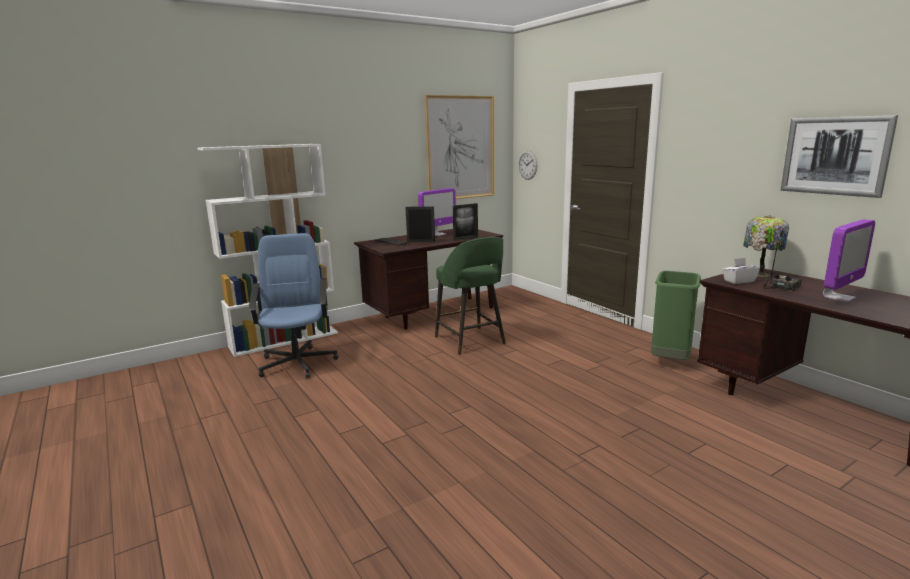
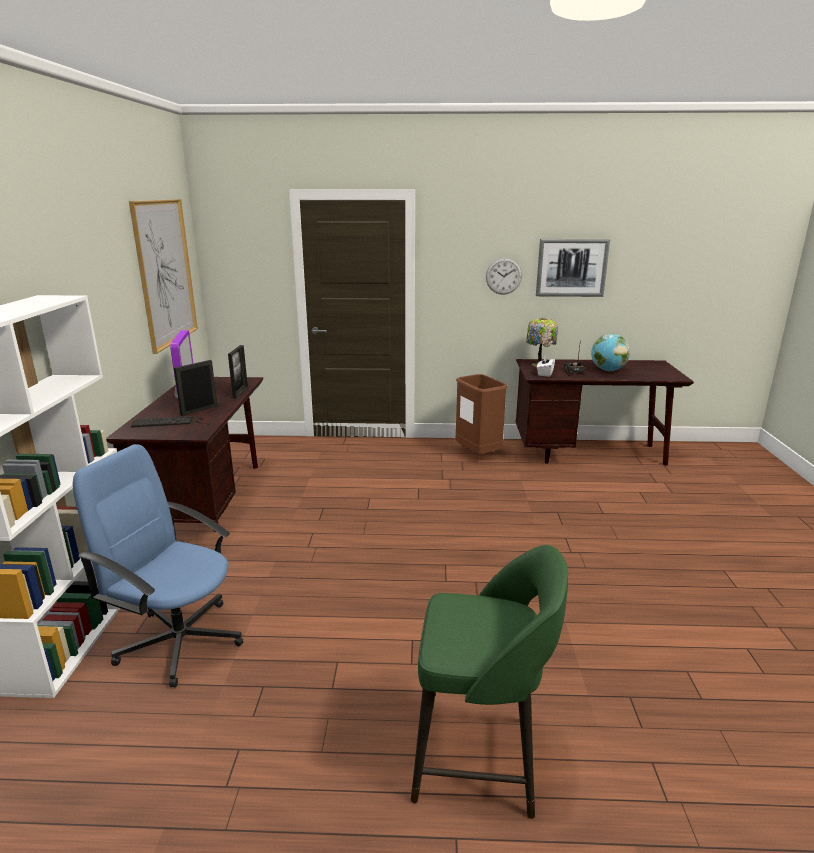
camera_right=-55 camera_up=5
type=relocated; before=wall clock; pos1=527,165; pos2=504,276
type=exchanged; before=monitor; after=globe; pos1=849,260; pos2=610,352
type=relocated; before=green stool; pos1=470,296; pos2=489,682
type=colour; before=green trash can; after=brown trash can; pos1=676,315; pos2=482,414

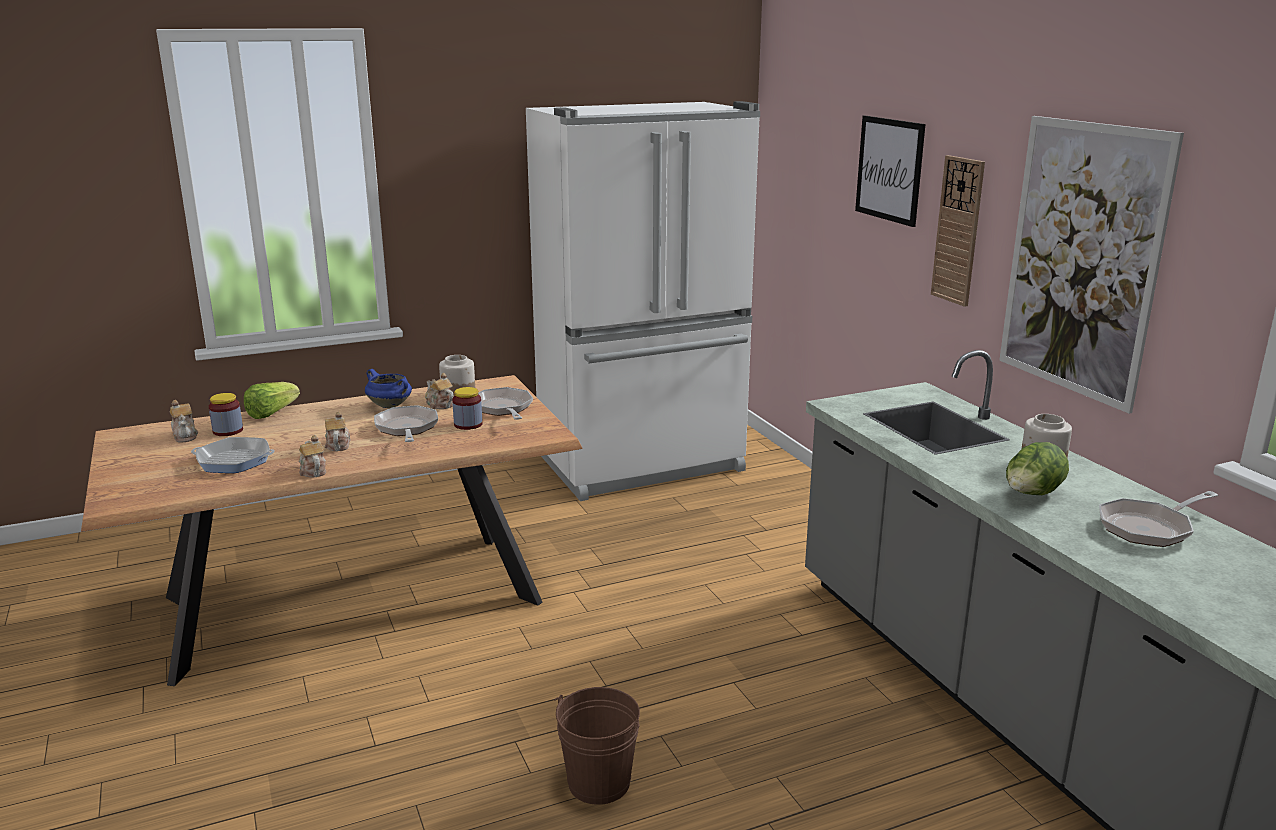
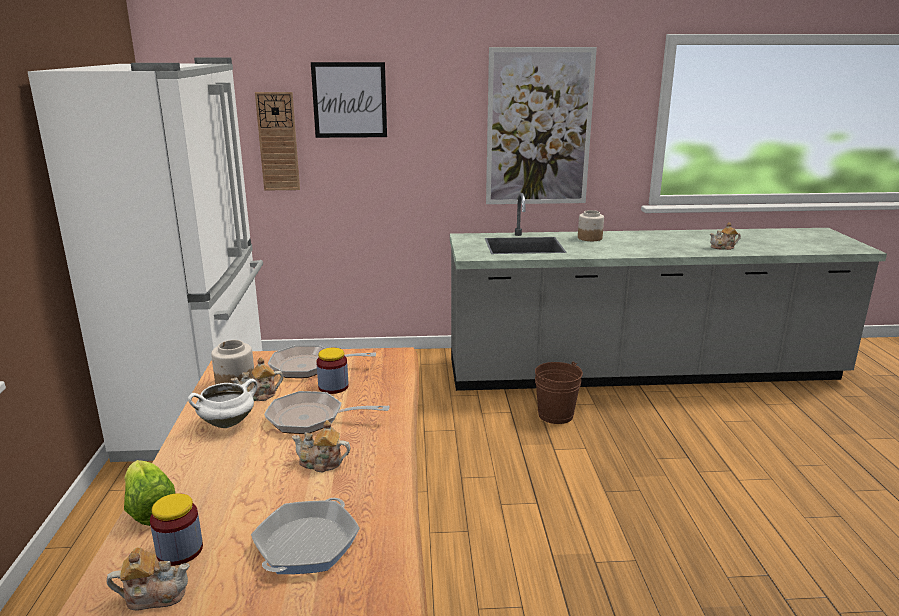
camera_right=-70 camera_up=0
type=relocated; before=wall clock; pos1=958,231; pos2=277,141
type=colour; before=blue cooking pot; after=white cooking pot; pos1=388,388; pos2=223,403
type=relocated; before=teapot; pos1=312,456; pos2=725,236
type=missing; before=lettuce; pos1=1037,468
type=missing; before=frying pan; pos1=1158,519
type=relocated; before=brown bucket; pos1=597,746; pos2=559,393

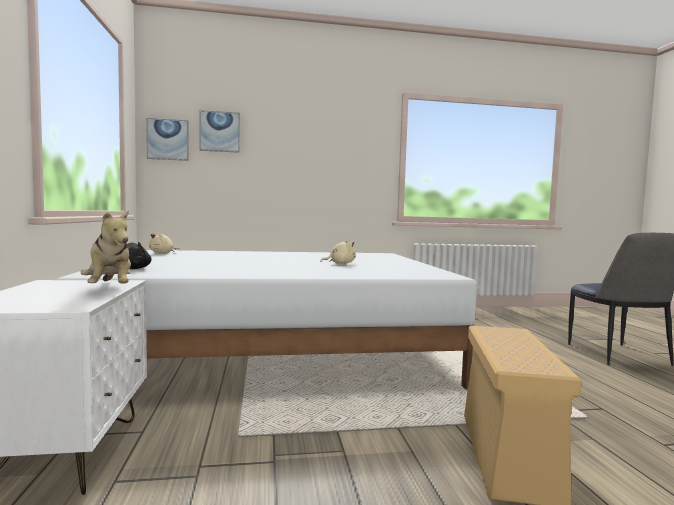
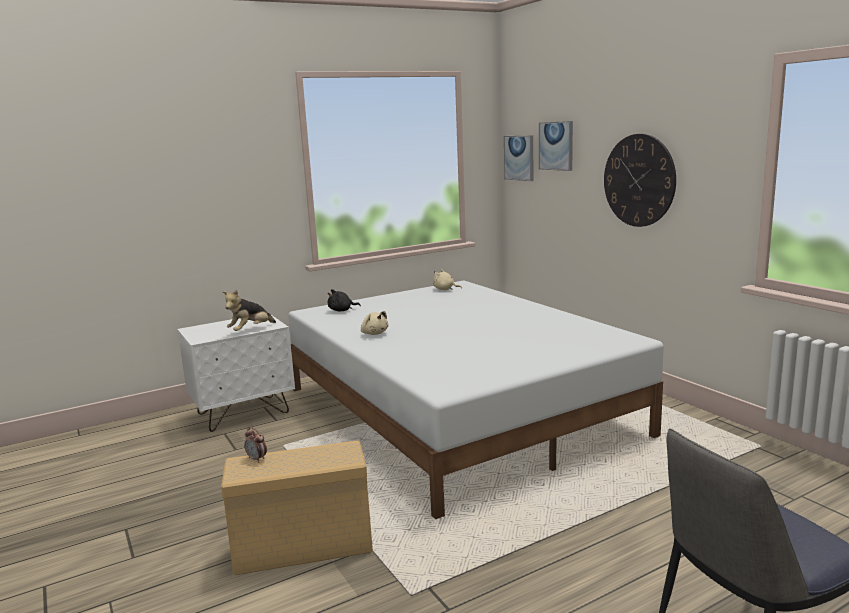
camera_right=70 camera_up=10
type=relocated; before=beige plush toy; pos1=338,252; pos2=374,323
type=appeared; after=wall clock; pos2=640,180
type=appeared; after=alarm clock; pos2=255,445

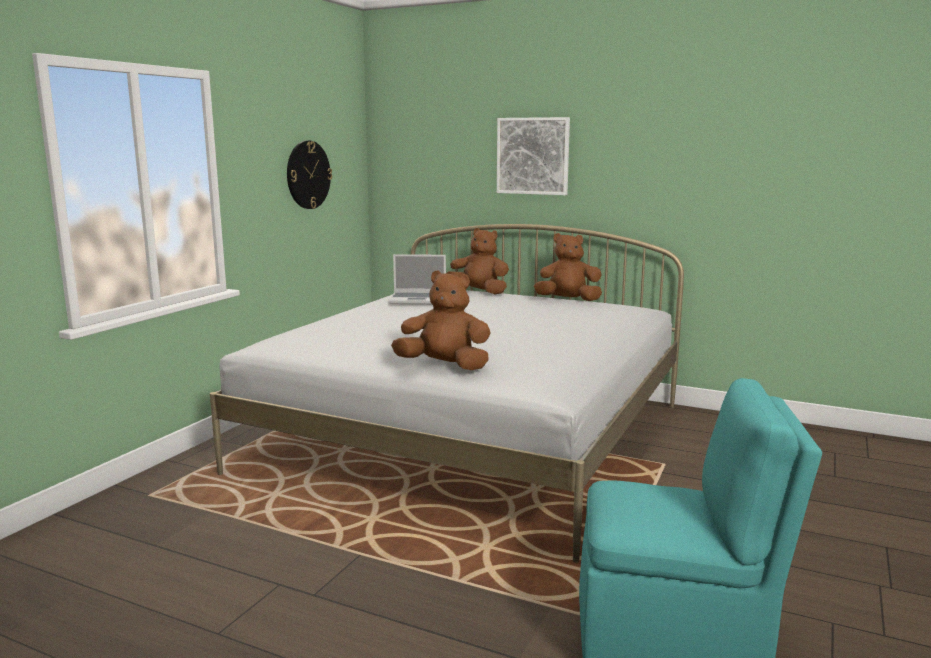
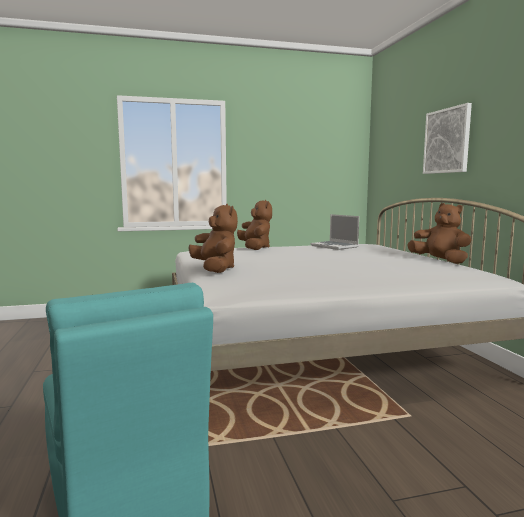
camera_right=50 camera_up=-5
type=missing; before=wall clock; pos1=309,175
type=relocated; before=brown plush toy; pos1=477,261; pos2=254,225

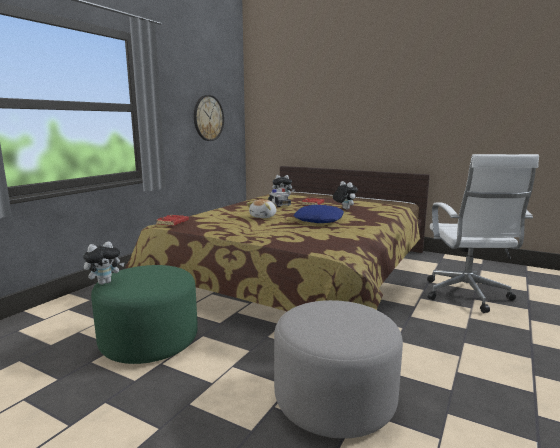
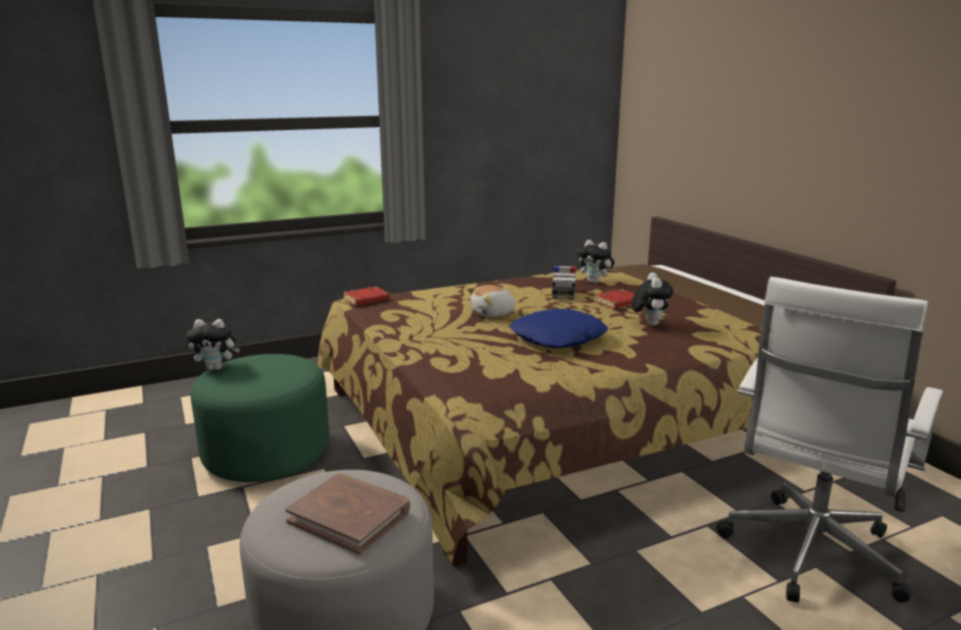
camera_right=35 camera_up=5
type=missing; before=wall clock; pos1=209,118
type=appeared; after=brown book; pos2=347,513

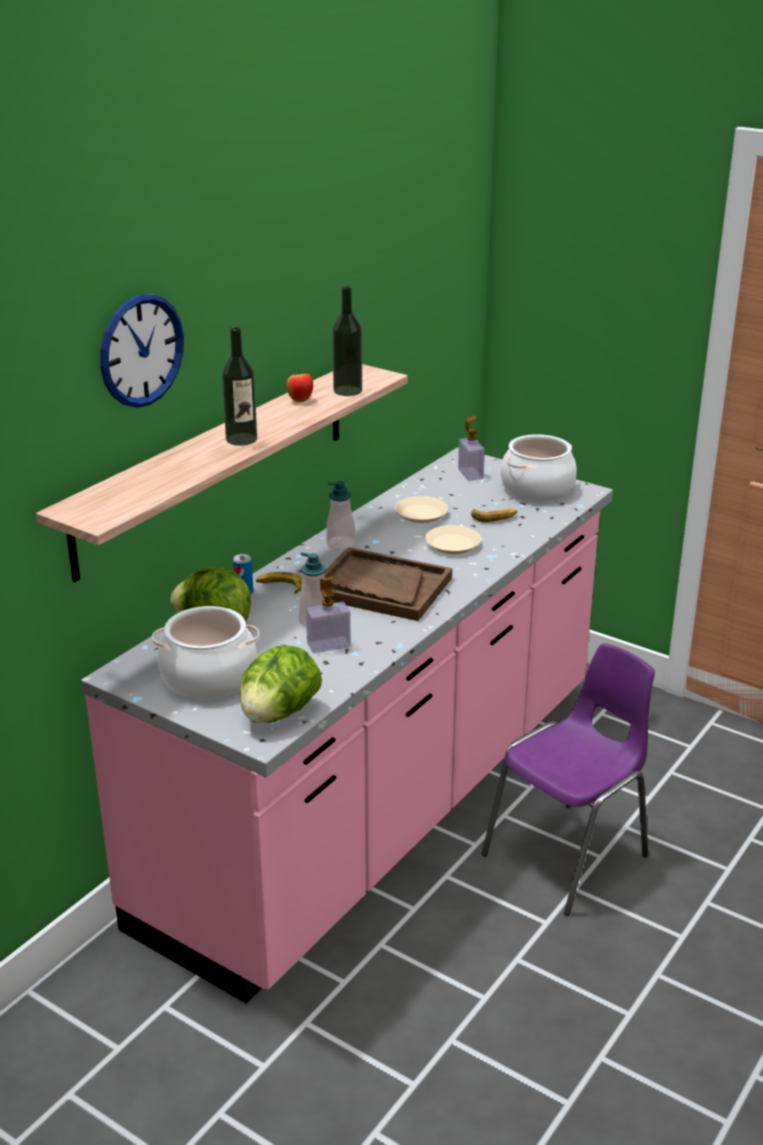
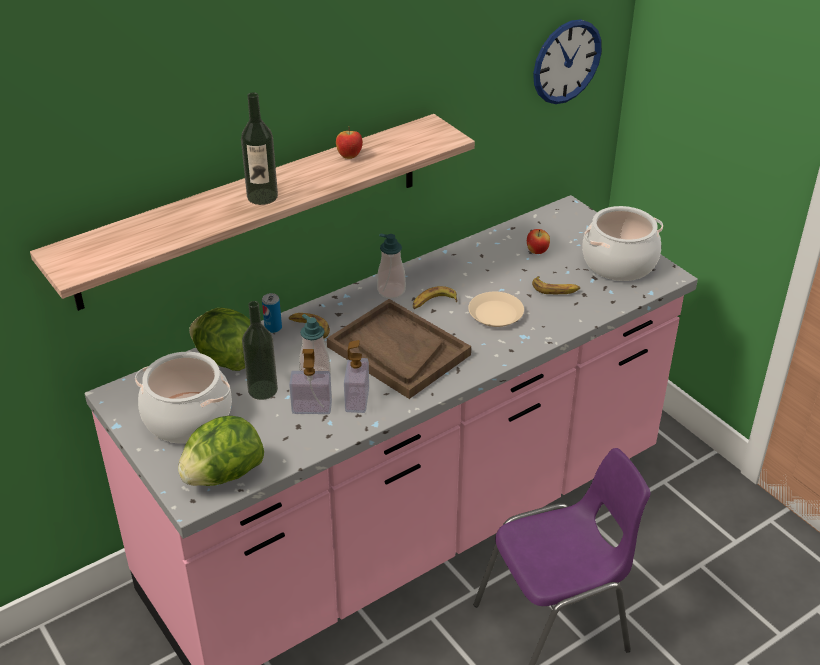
camera_right=20 camera_up=10
type=relocated; before=bottle; pos1=347,341; pos2=260,350
type=relocated; before=wall clock; pos1=142,350; pos2=567,61
type=relocated; before=soap dispenser; pos1=471,448; pos2=356,376
type=missing; before=beige plate; pos1=421,509
type=appeared; after=apple; pos2=538,241
type=appeared; after=banana; pos2=435,297

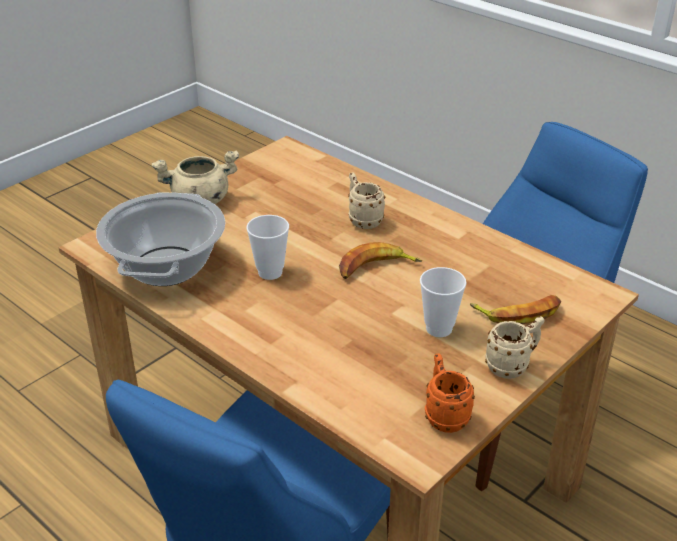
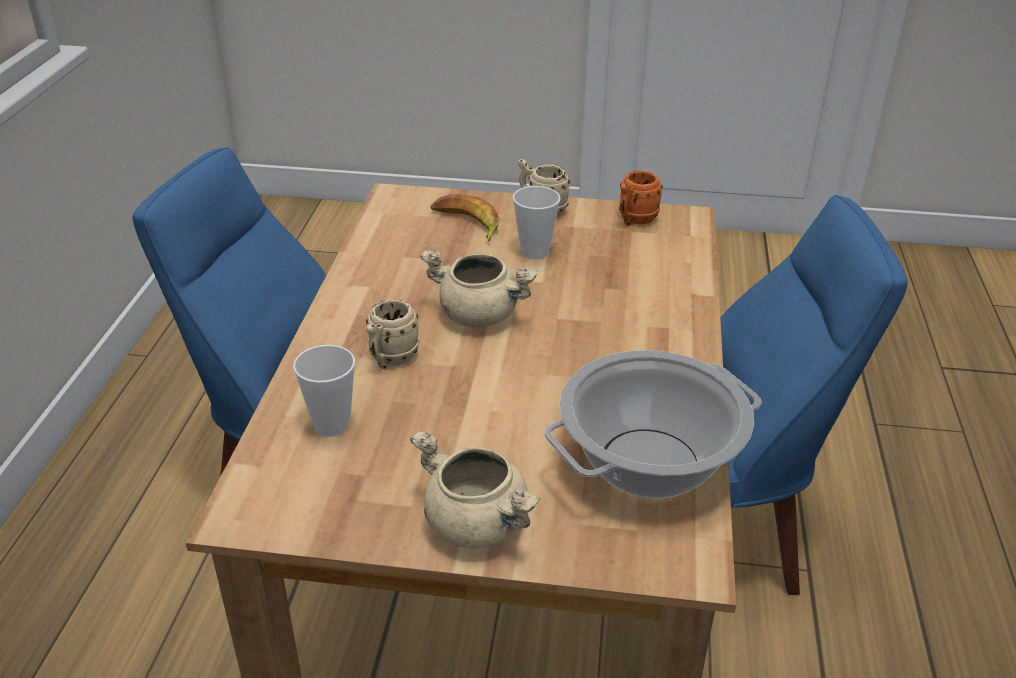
camera_right=-125 camera_up=0
type=relocated; before=cup; pos1=267,247; pos2=324,391
type=exchanged; before=banana; after=beige cooking pot; pos1=380,260; pos2=479,288

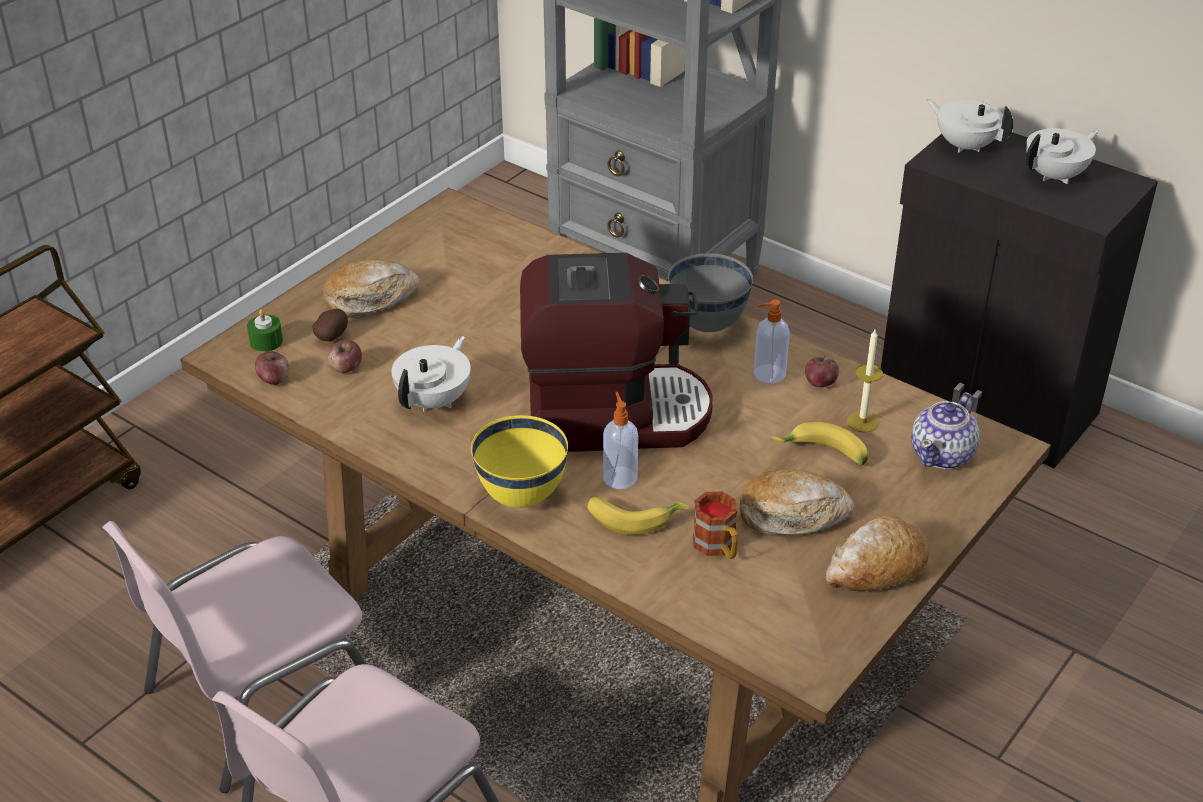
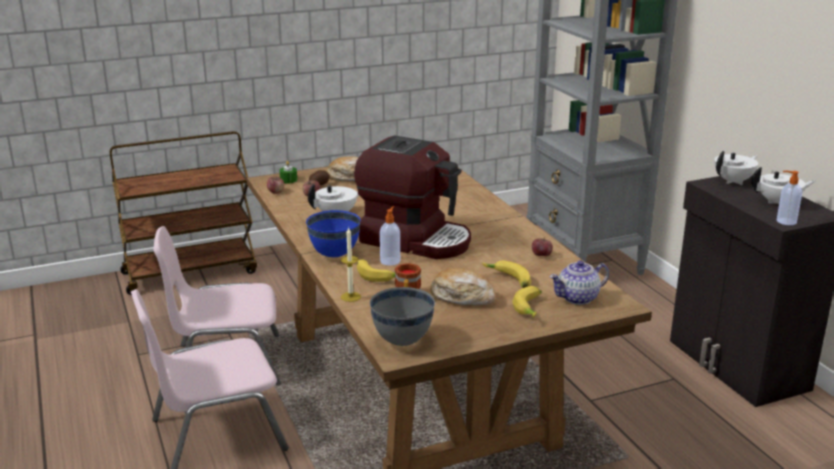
camera_right=30 camera_up=-15
type=spun; before=white teapot; pos1=970,126; pos2=736,168; turn=75
type=relocated; before=grey bowl; pos1=710,292; pos2=402,316
type=relocated; before=soap dispenser; pos1=772,341; pos2=789,198
type=relocated; before=candle; pos1=865,381; pos2=351,264
type=colour; before=yellow bowl; after=blue bowl; pos1=519,461; pos2=333,233
type=missing; before=bread; pos1=878,553
type=appeared; after=banana; pos2=527,302

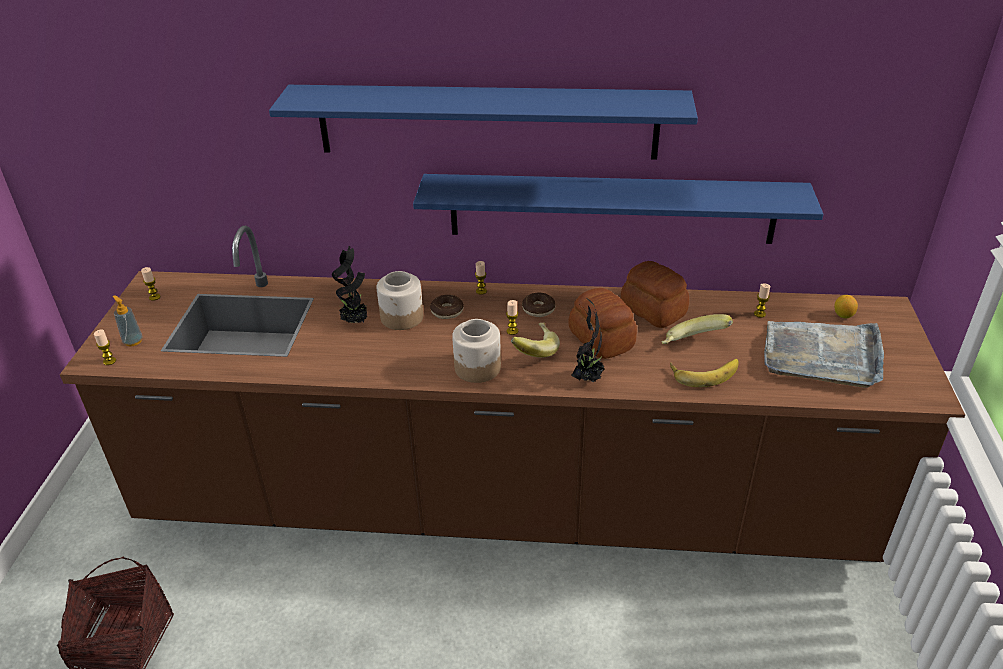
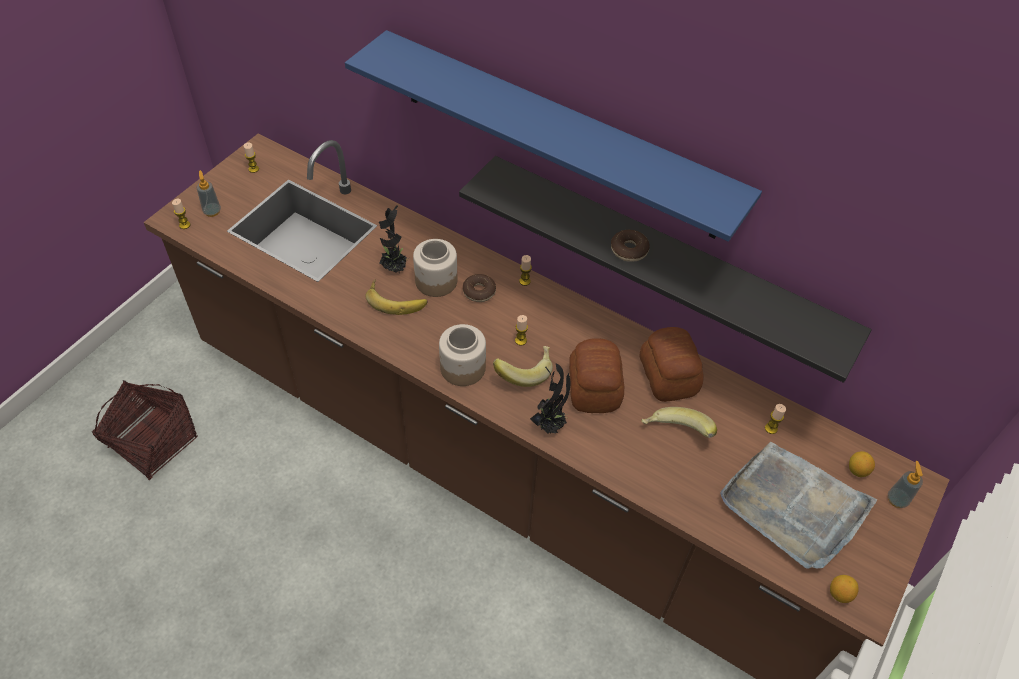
camera_right=25 camera_up=15
type=colour; before=blue shelf; after=black shelf; pos1=618,209; pos2=665,269
type=relocated; before=donut; pos1=538,305; pos2=630,246
type=relocated; before=banana; pos1=704,373; pos2=396,297
type=appeared; after=soap dispenser; pos2=905,484
type=appeared; after=lemon; pos2=844,589

